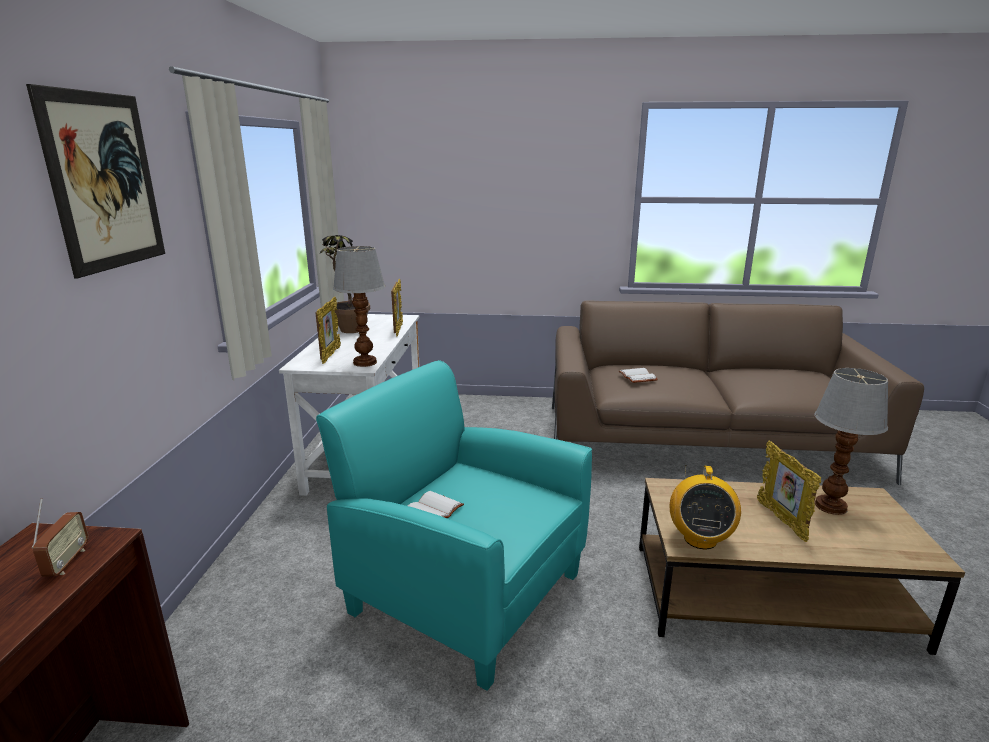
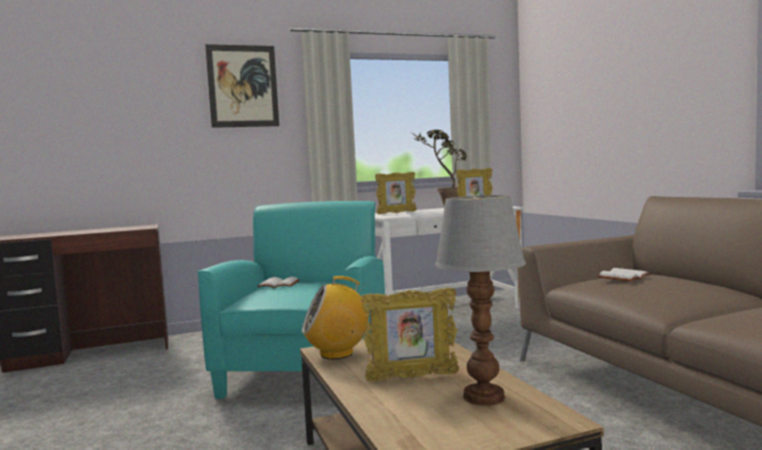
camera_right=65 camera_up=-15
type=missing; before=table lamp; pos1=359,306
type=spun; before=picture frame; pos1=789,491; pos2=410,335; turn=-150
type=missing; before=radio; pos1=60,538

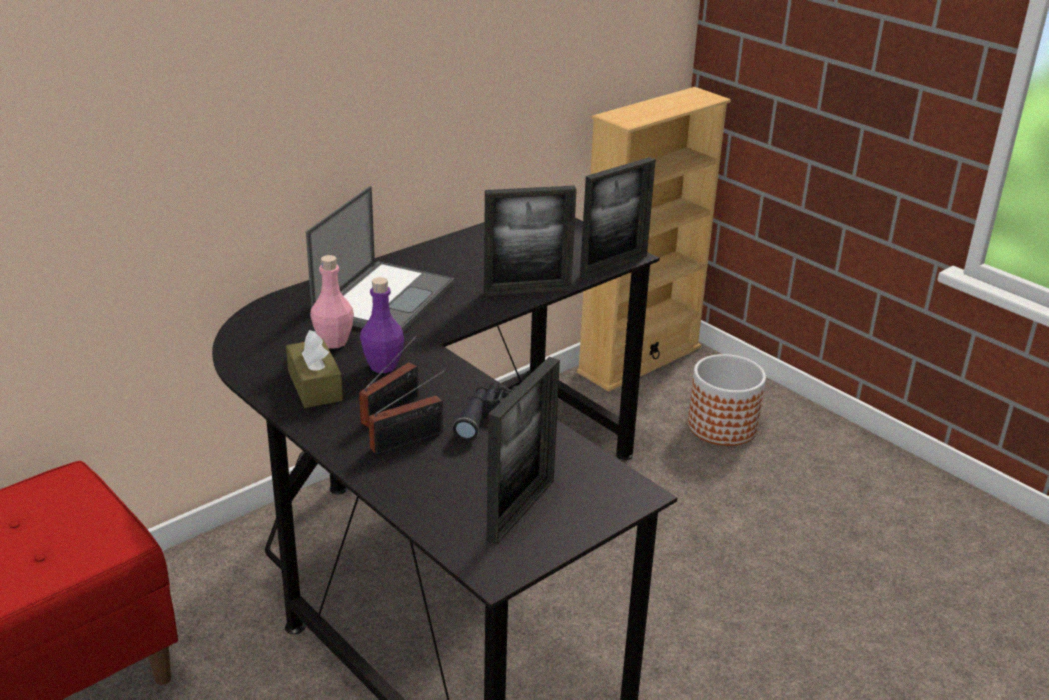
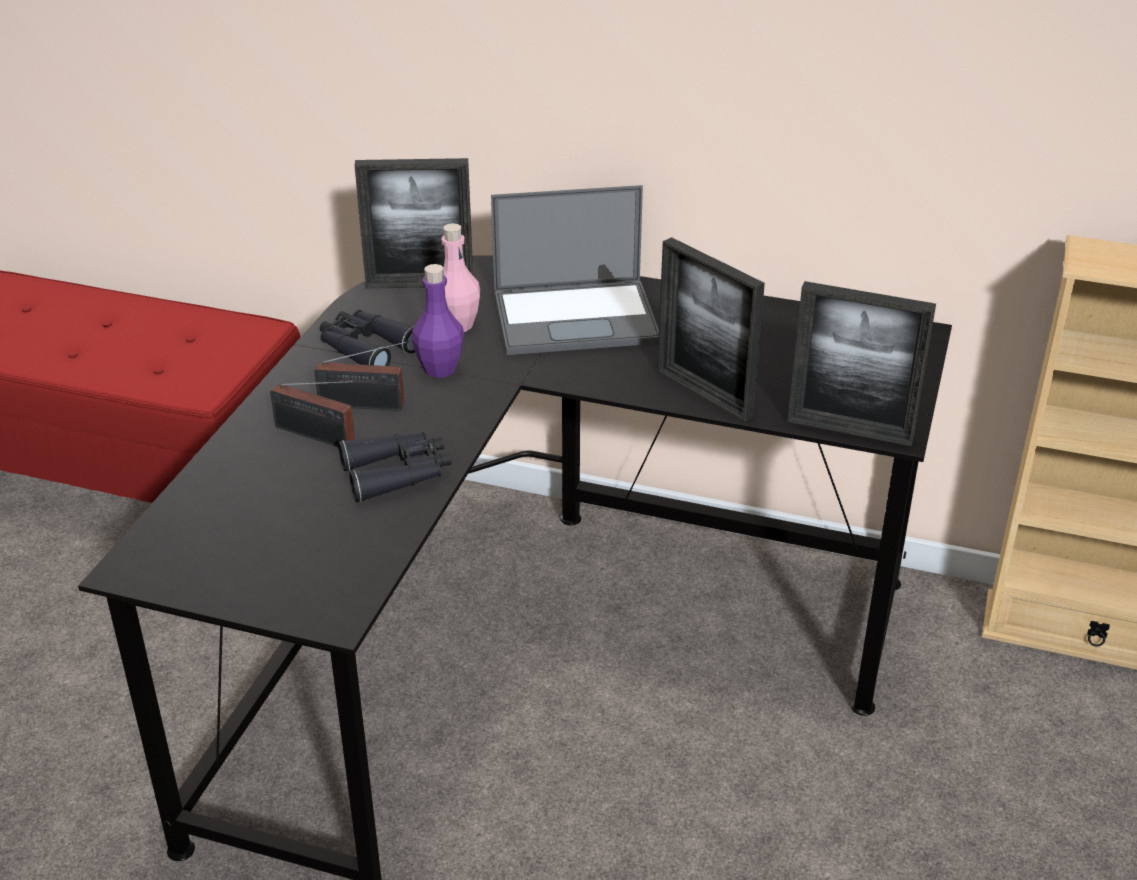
camera_right=60 camera_up=5
type=exchanged; before=brown tissue box; after=black binoculars; pos1=314,369; pos2=367,338
type=missing; before=planter; pos1=727,400
type=relocated; before=picture frame; pos1=523,451; pos2=414,223

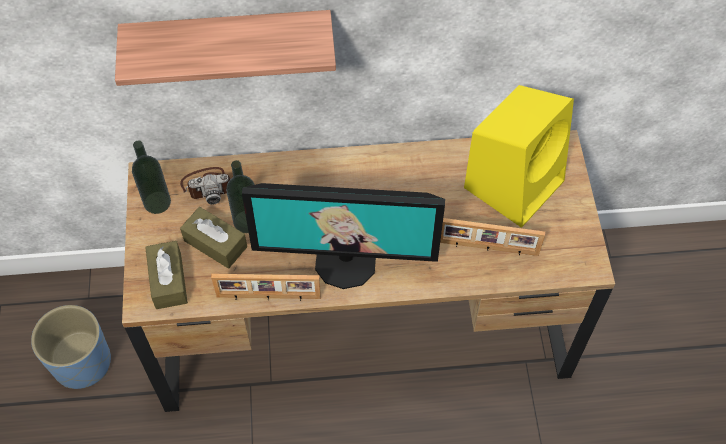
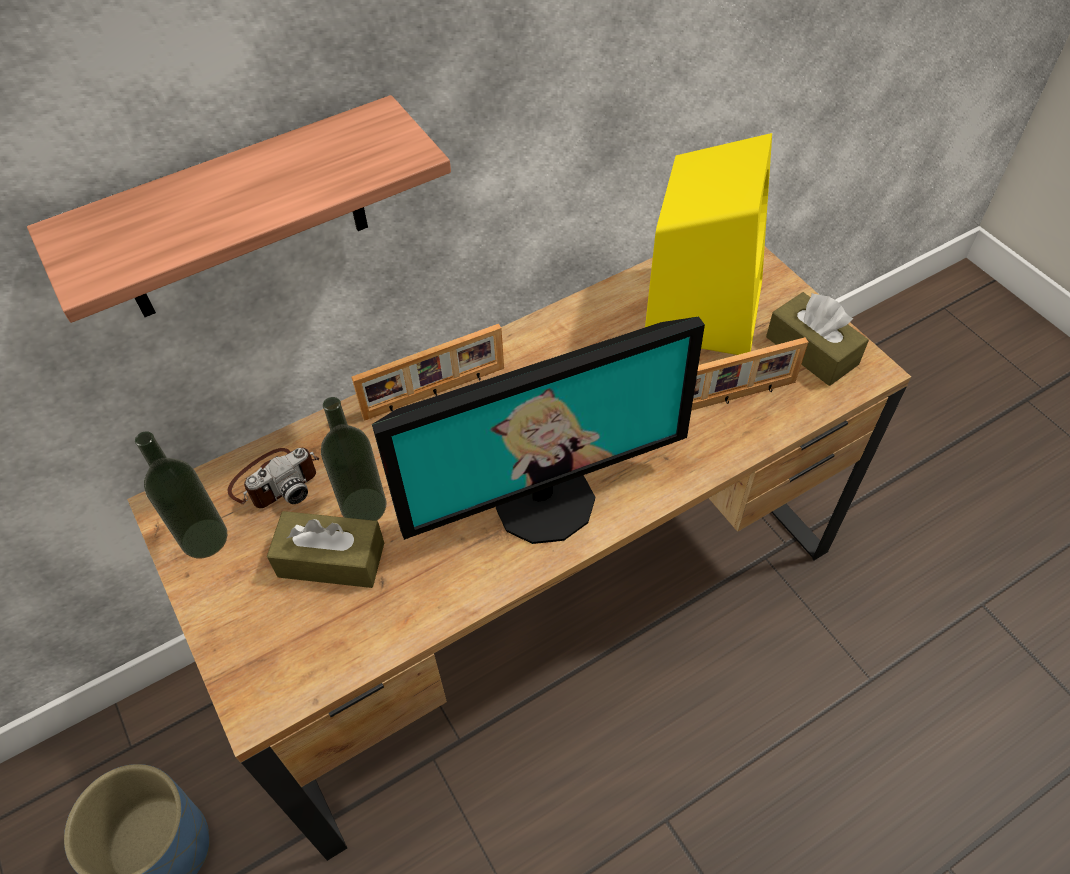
camera_right=-25 camera_up=-5
type=relocated; before=brown tissue box; pos1=166,275; pos2=817,339
type=relocated; before=picture frame; pos1=266,287; pos2=427,372

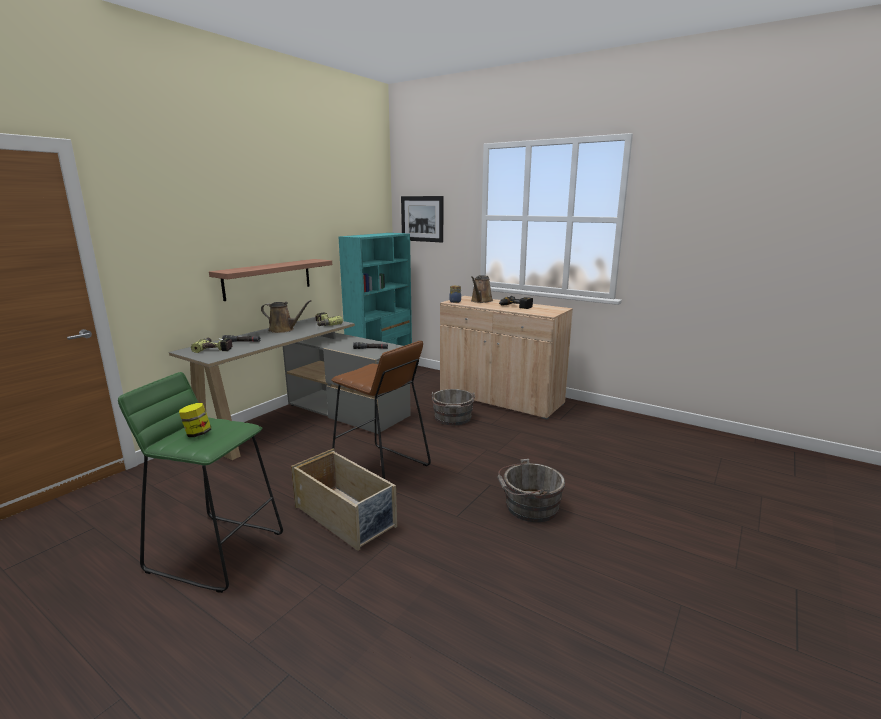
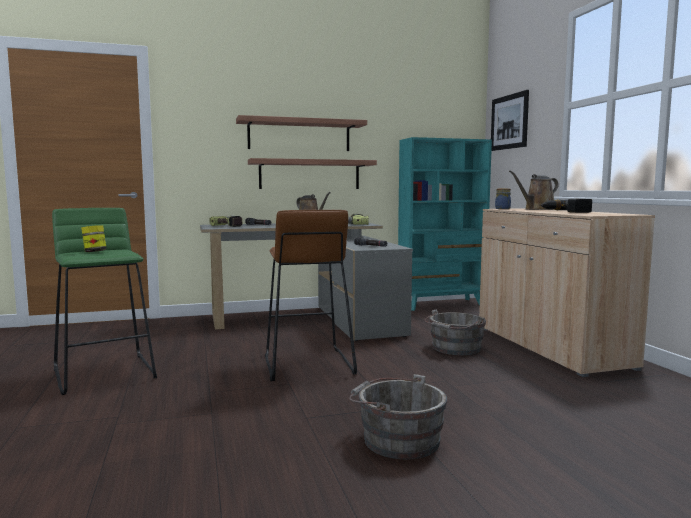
camera_right=40 camera_up=-10
type=missing; before=beige storage box; pos1=344,499
type=appeared; after=shelf; pos2=301,133

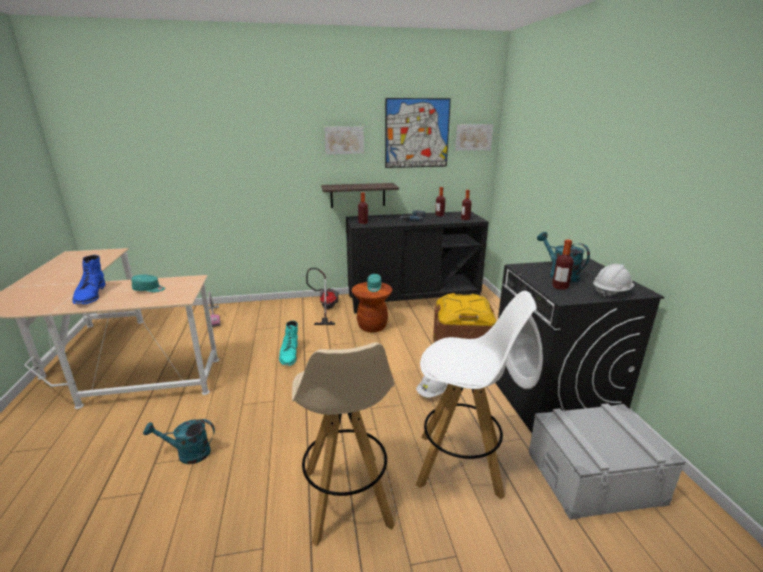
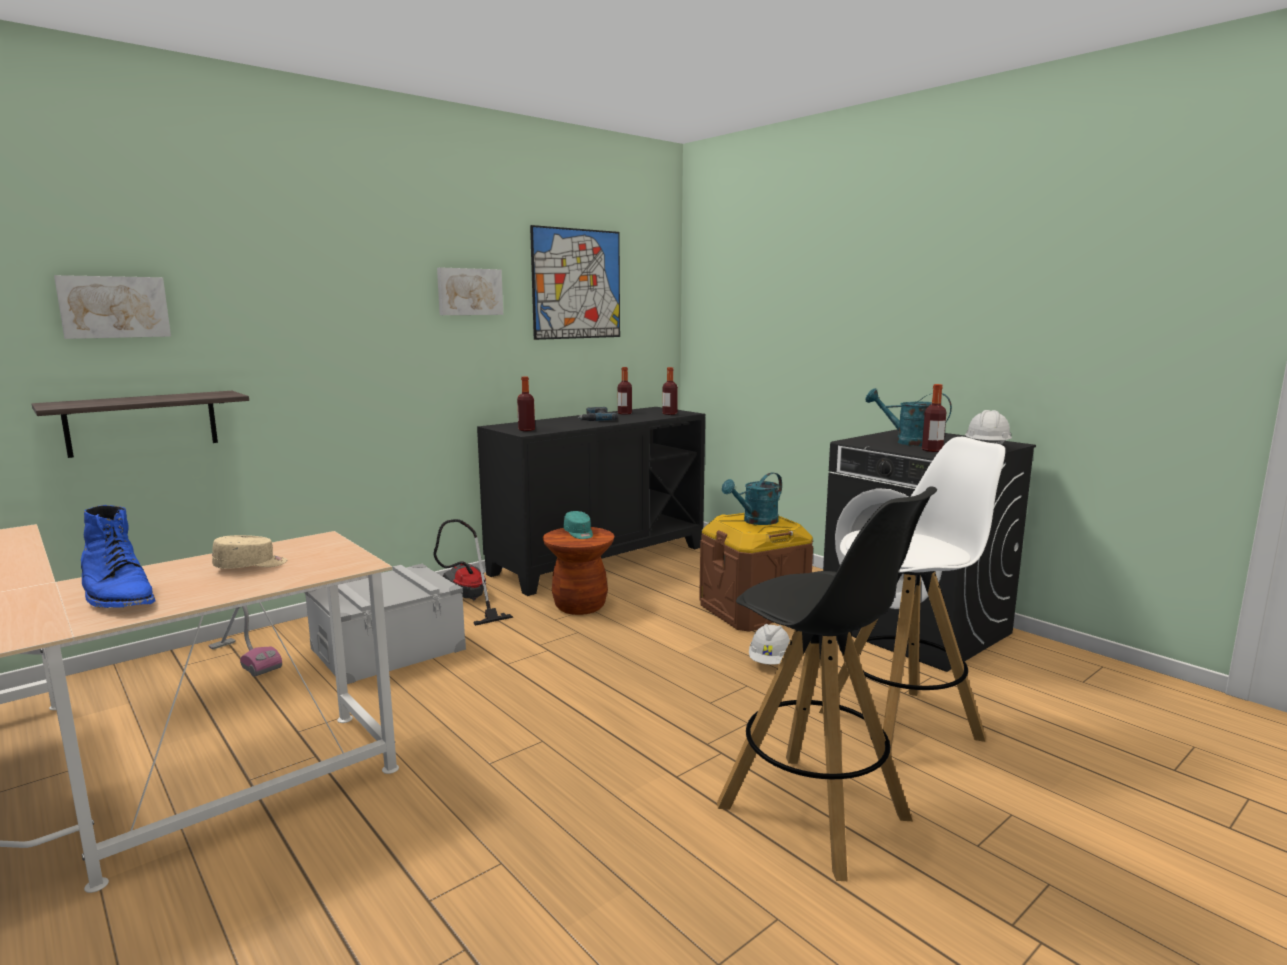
camera_right=-30 camera_up=-10
type=relocated; before=picture; pos1=474,137; pos2=112,307
type=relocated; before=shelf; pos1=360,195; pos2=140,424
type=colour; before=turquoise cap; after=beige cap; pos1=148,283; pos2=250,552
type=missing; before=turquoise boot; pos1=288,343
type=colour; before=beige stool; after=black stool; pos1=343,444; pos2=827,683
type=relocated; before=grey storage box; pos1=607,461; pos2=385,624
type=relocated; before=turquoise watering can; pos1=179,441; pos2=752,498

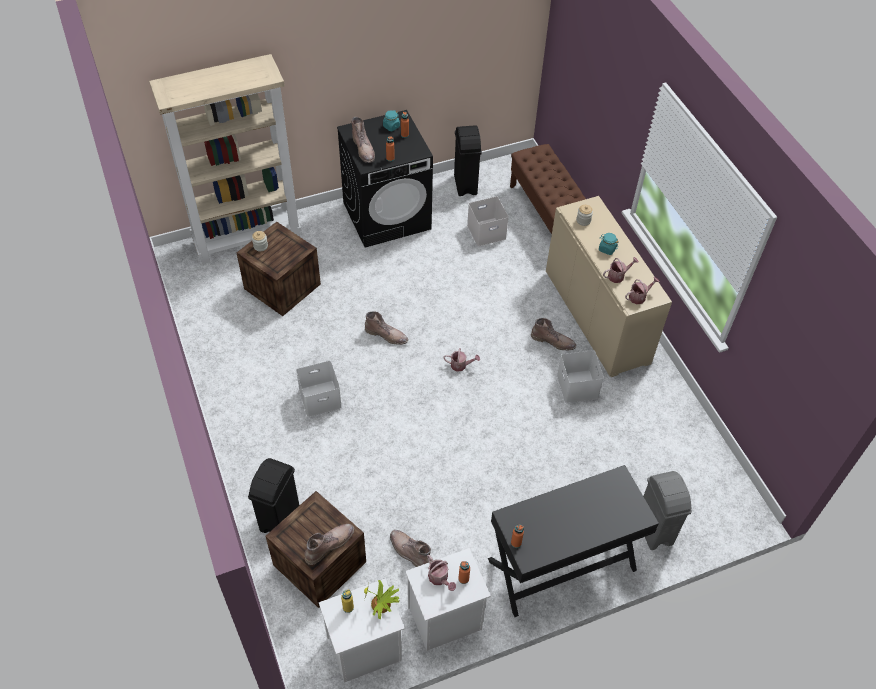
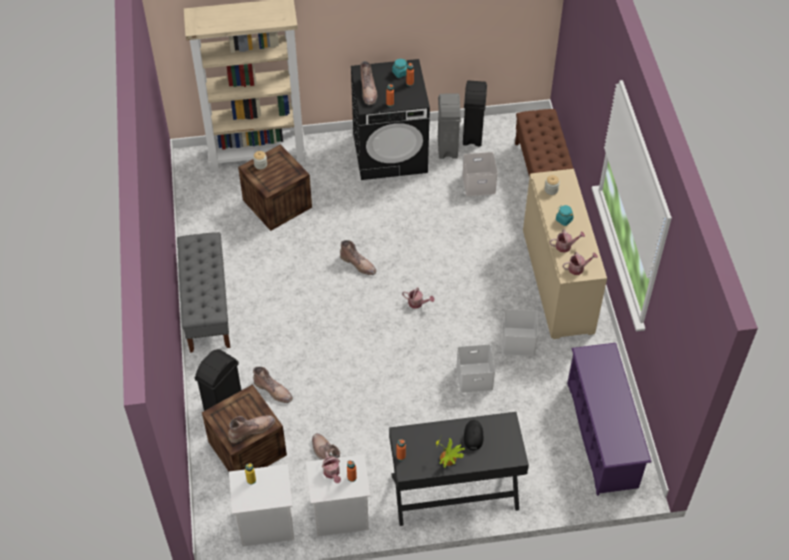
camera_right=15 camera_up=0
type=relocated; before=brown boot; pos1=553,334; pos2=273,385
type=relocated; before=white storage box; pos1=319,389; pos2=475,368
type=relocated; before=grey trash can; pos1=667,510; pos2=449,126
type=relocated; before=potted plant; pos1=381,599; pos2=450,453
type=appeared; after=grey bench; pos2=203,292
type=appeared; after=purple shoe rack; pos2=609,419
type=appeared; after=black cap; pos2=474,435

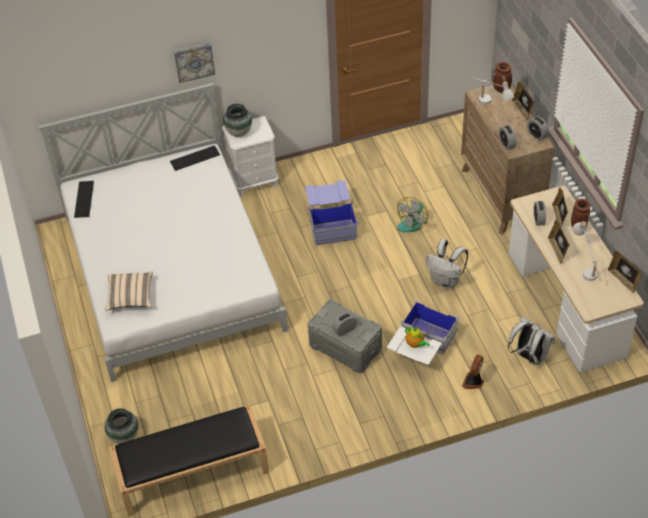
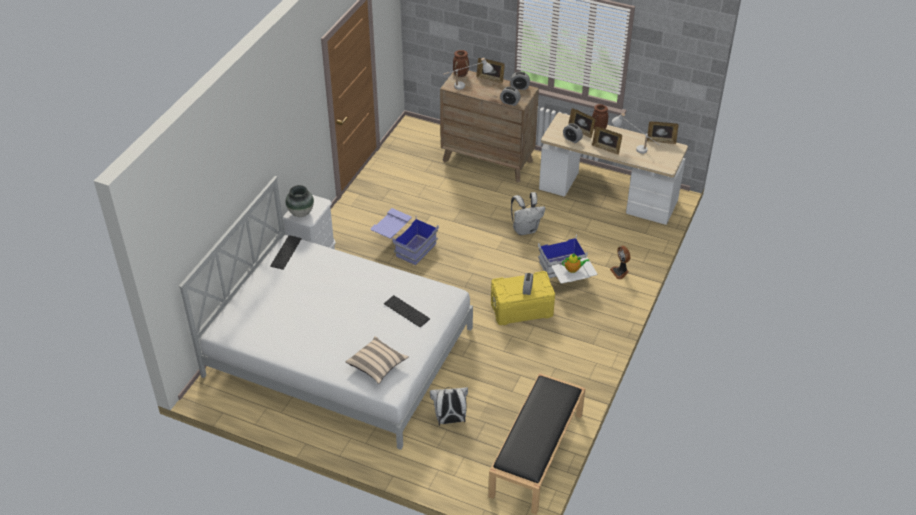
camera_right=-50 camera_up=-5
type=missing; before=picture; pos1=194,63
type=relocated; before=keyboard; pos1=84,199; pos2=407,311
type=missing; before=fan; pos1=412,214
type=colour; before=grey storage box; after=yellow storage box; pos1=345,336; pos2=523,298
type=relocated; before=white backpack; pos1=531,341; pos2=449,406
type=missing; before=vase; pos1=122,426

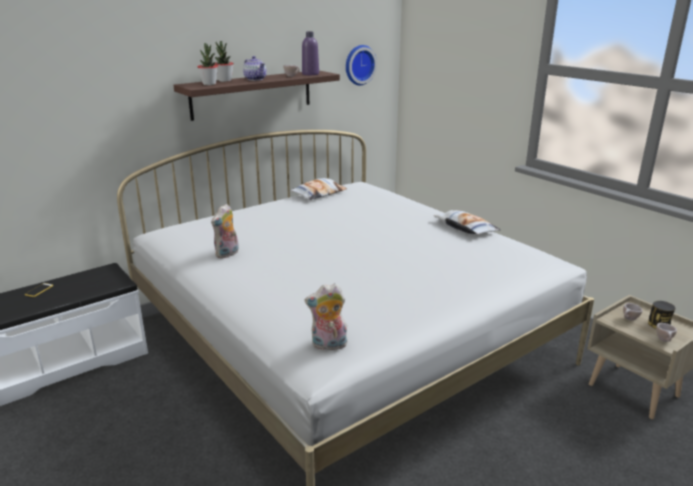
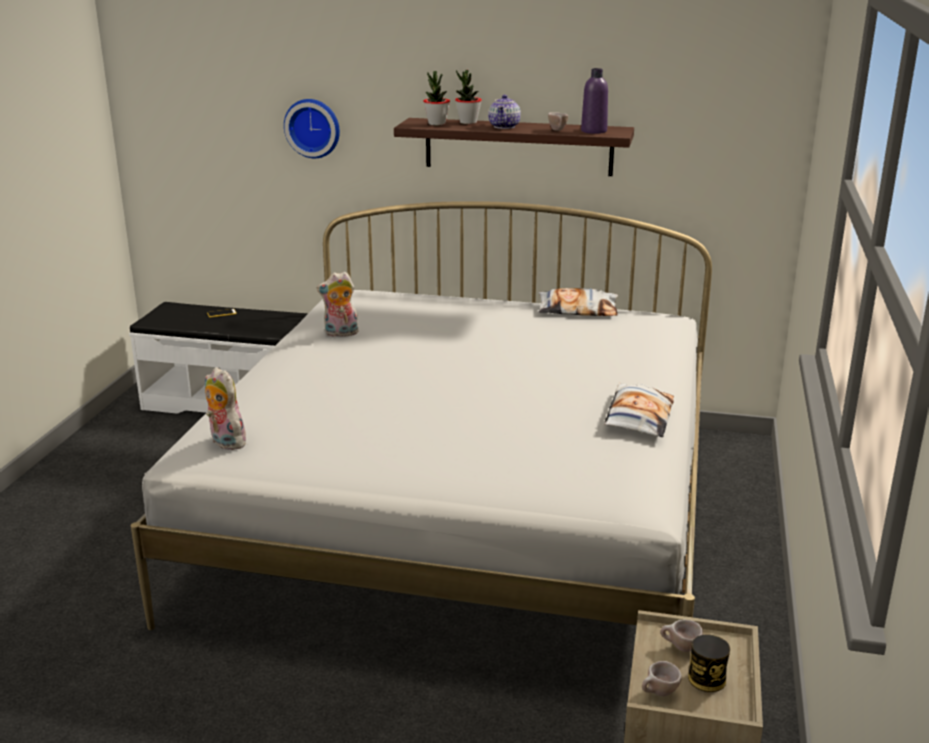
camera_right=50 camera_up=0
type=relocated; before=wall clock; pos1=361,65; pos2=312,128

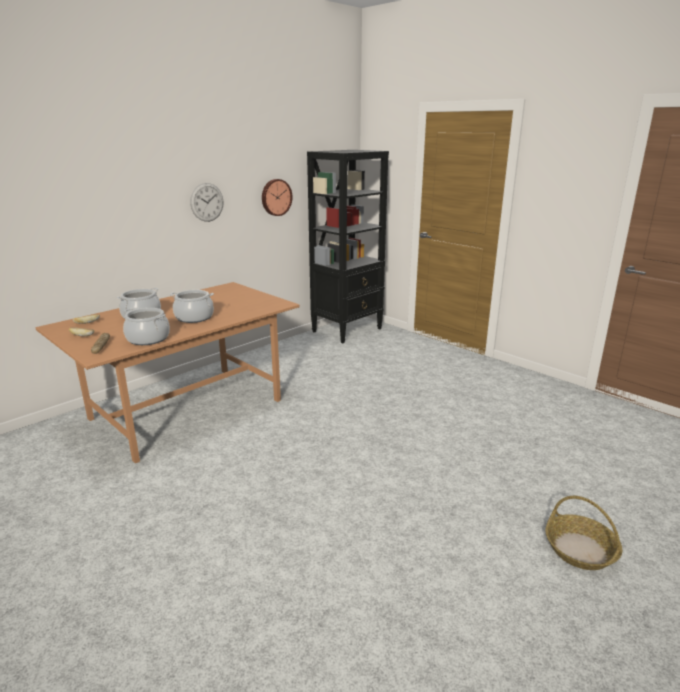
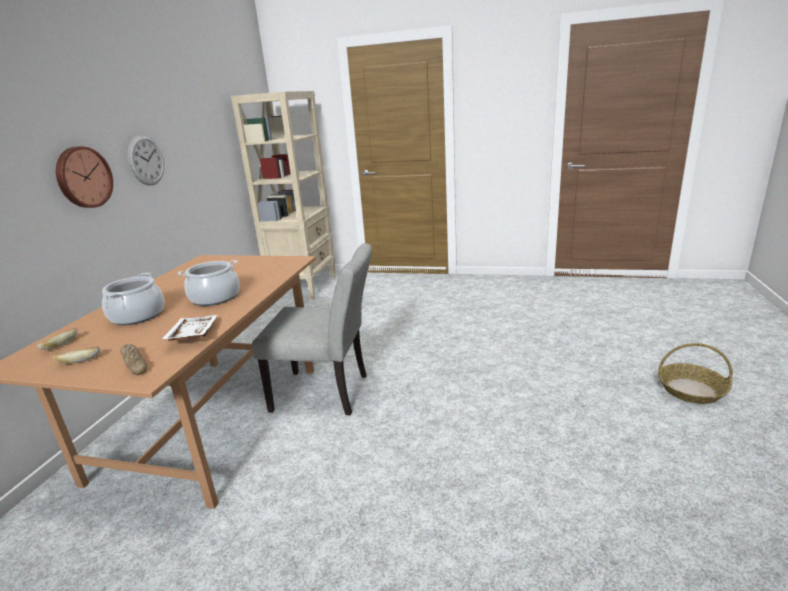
camera_right=-30 camera_up=0
type=colour; before=black bookcase; after=beige bookcase; pos1=348,246; pos2=283,195
type=relocated; before=wall clock; pos1=277,197; pos2=84,177
type=exchanged; before=cooking pot; after=white tray; pos1=146,326; pos2=189,328
type=appeared; after=grey chair; pos2=312,329

